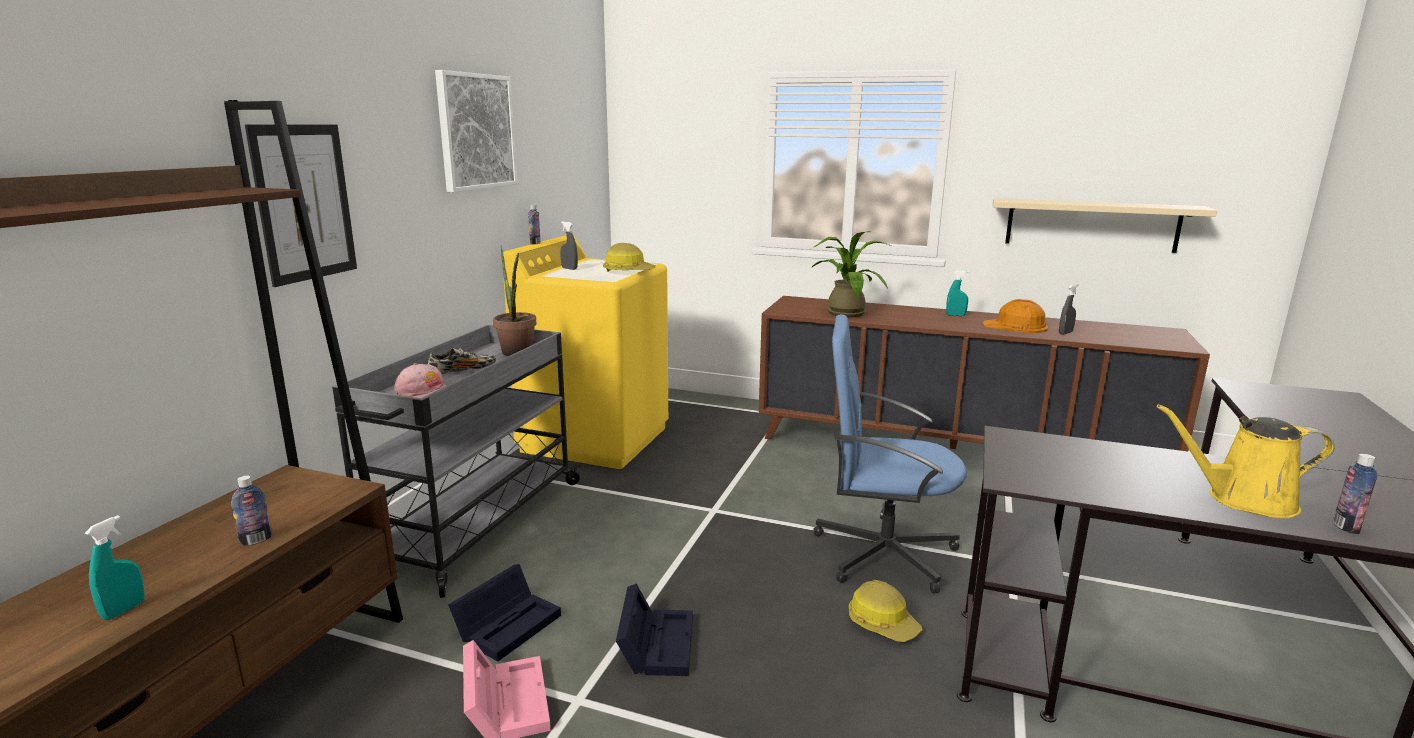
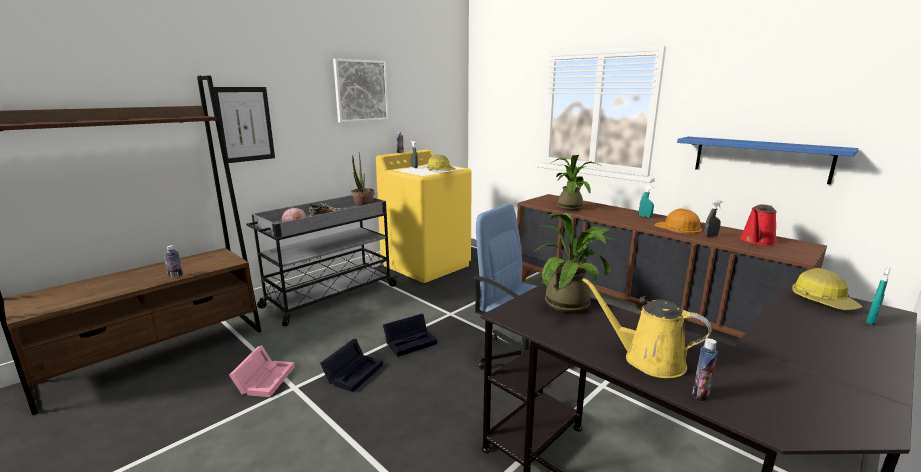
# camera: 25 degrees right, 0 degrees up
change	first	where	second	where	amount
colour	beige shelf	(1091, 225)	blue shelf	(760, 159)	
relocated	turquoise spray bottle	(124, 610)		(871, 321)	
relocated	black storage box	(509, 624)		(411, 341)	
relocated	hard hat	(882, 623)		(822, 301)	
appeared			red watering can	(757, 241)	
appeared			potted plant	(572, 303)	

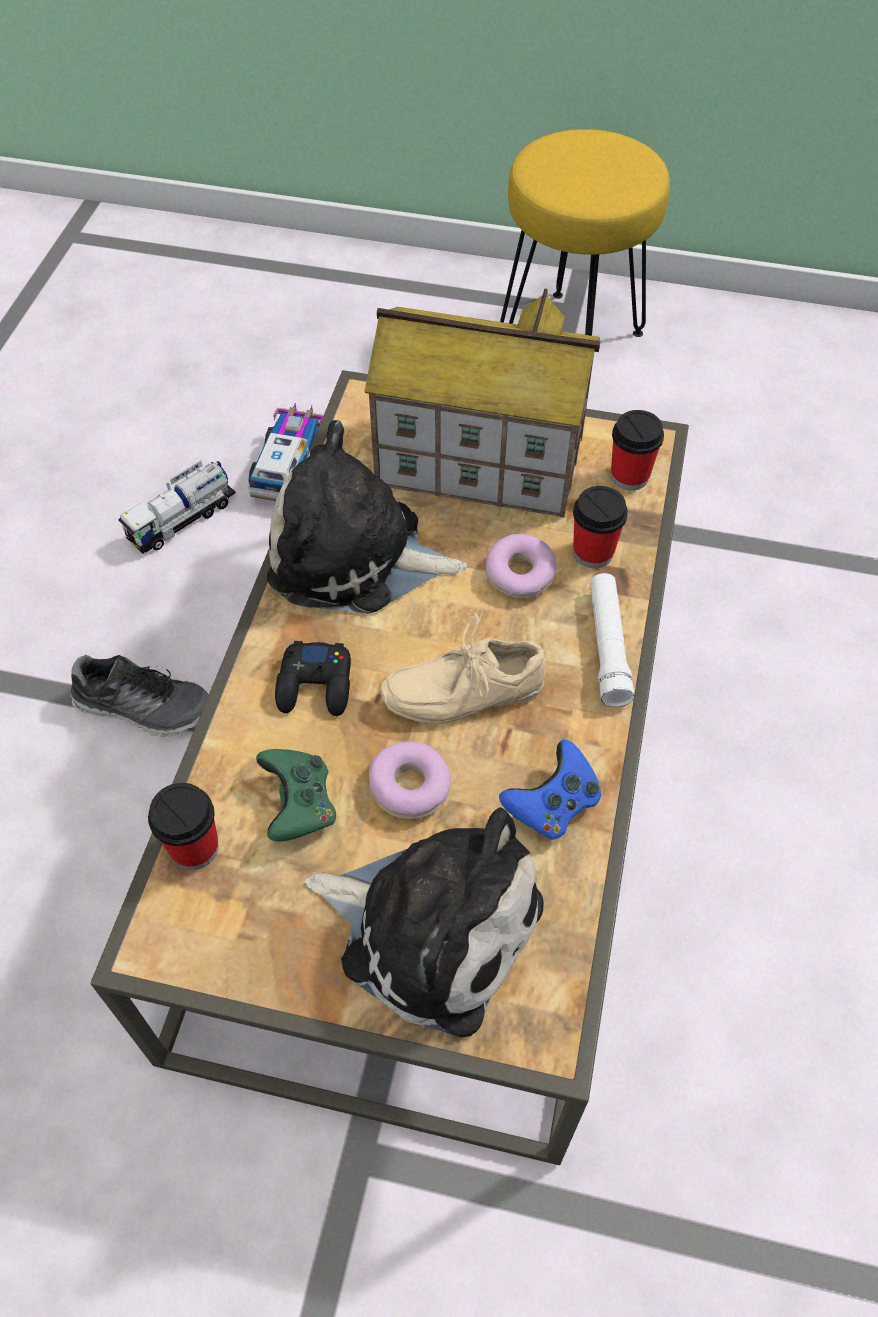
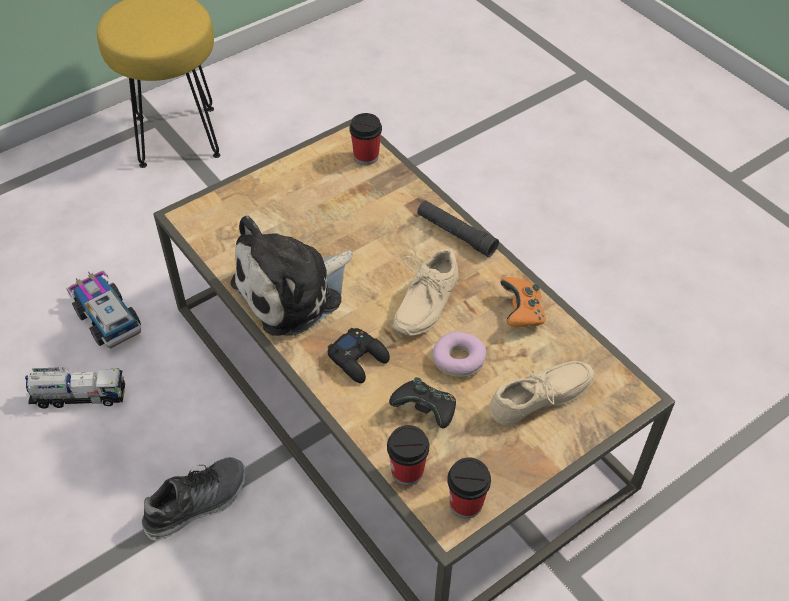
# camera: 50 degrees left, 5 degrees down
change	first	where	second	where	amount
missing	toy house	(478, 461)			
spun	toy truck	(182, 520)		(79, 397)	90 degrees counterclockwise
relocated	cup	(593, 552)		(466, 504)	
missing	donut	(519, 574)			
colour	white flashlight	(607, 646)	black flashlight	(456, 234)	
colour	blue game controller	(552, 805)	orange game controller	(521, 313)	
colour	green game controller	(299, 806)	black game controller	(425, 411)	
exchanged	plush toy	(431, 926)	beige shoe	(542, 401)	

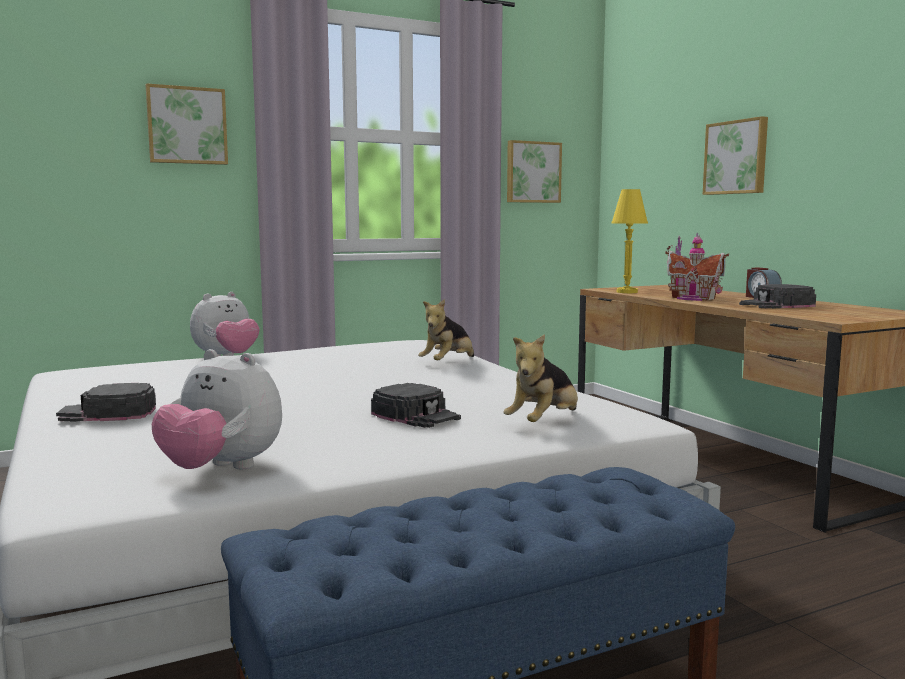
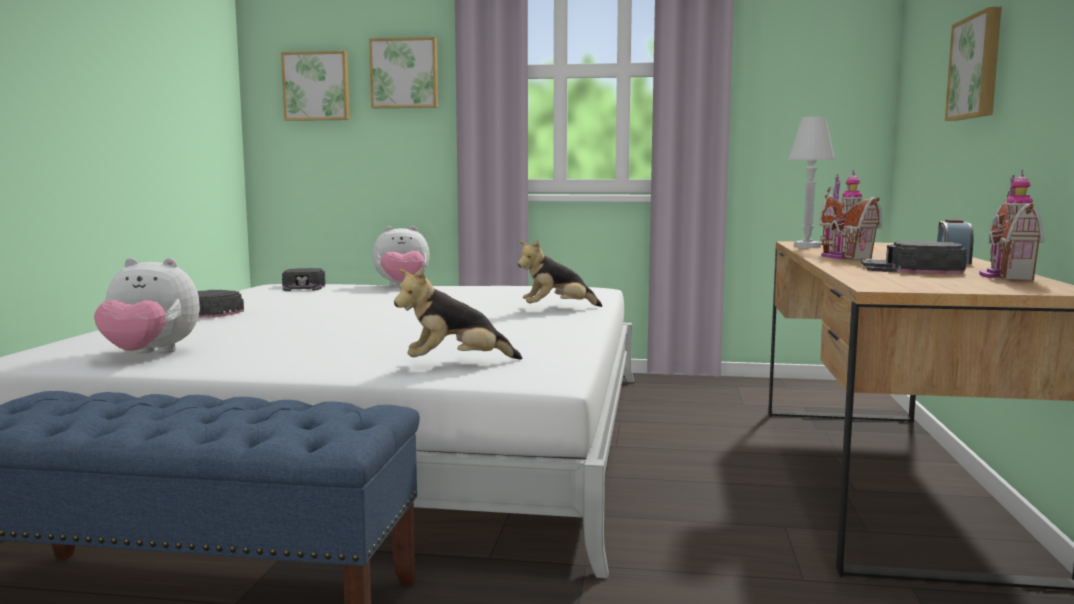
# camera: 35 degrees right, 0 degrees up
change	first	where	second	where	amount
relocated	picture	(532, 172)		(317, 86)	
colour	yellow table lamp	(627, 292)	white table lamp	(807, 246)	
spun	plush toy	(221, 469)		(150, 354)	60 degrees counterclockwise
relocated	black cap	(416, 415)		(304, 287)	
appeared			toy house	(1004, 276)	

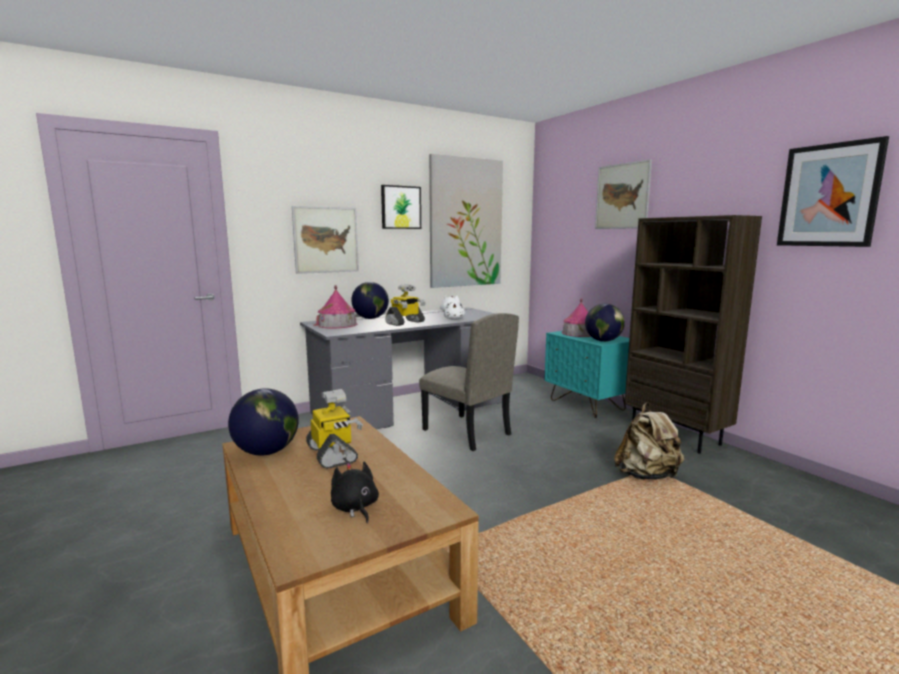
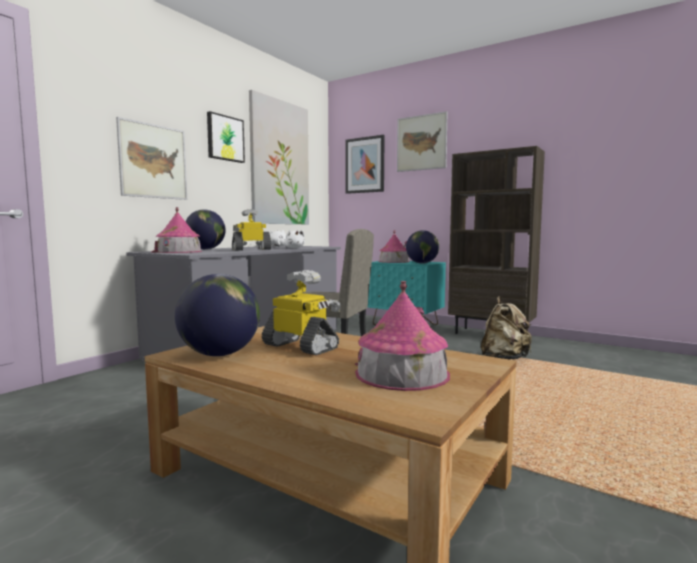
# camera: 25 degrees left, 5 degrees down
change	first	where	second	where	amount
relocated	picture	(829, 195)		(365, 165)	
spun	toy robot	(405, 323)		(251, 249)	135 degrees counterclockwise
exchanged	black plush toy	(355, 508)	toy house	(402, 373)	

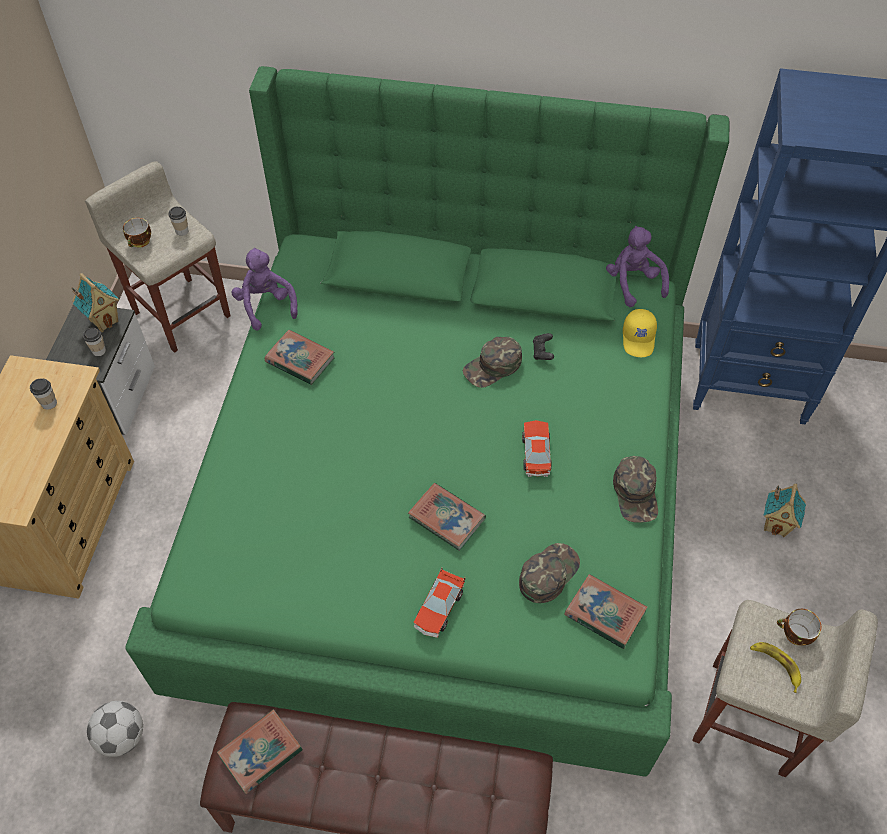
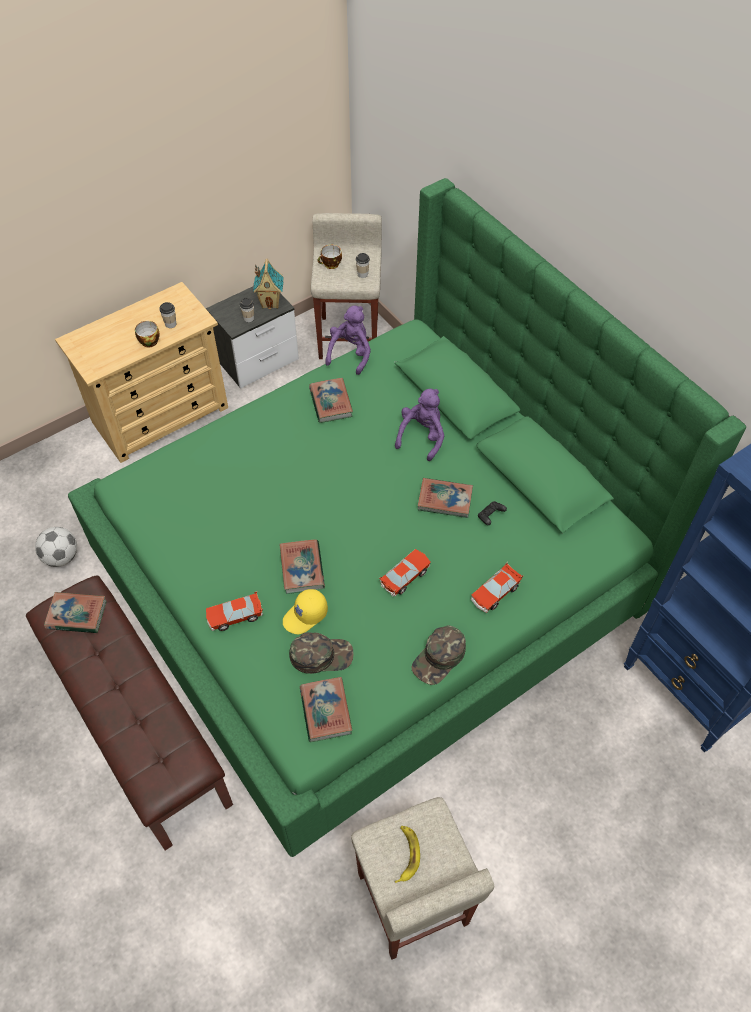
# camera: 45 degrees right, 0 degrees up
change	first	where	second	where	amount
relocated	purple plush toy	(633, 283)		(422, 436)	
relocated	yellow cap	(639, 339)		(305, 616)	
exchanged	green cap	(493, 367)	book	(445, 500)	
missing	toy house	(776, 525)			
relocated	cup	(794, 634)		(148, 341)	
appeared			toy car	(495, 593)	

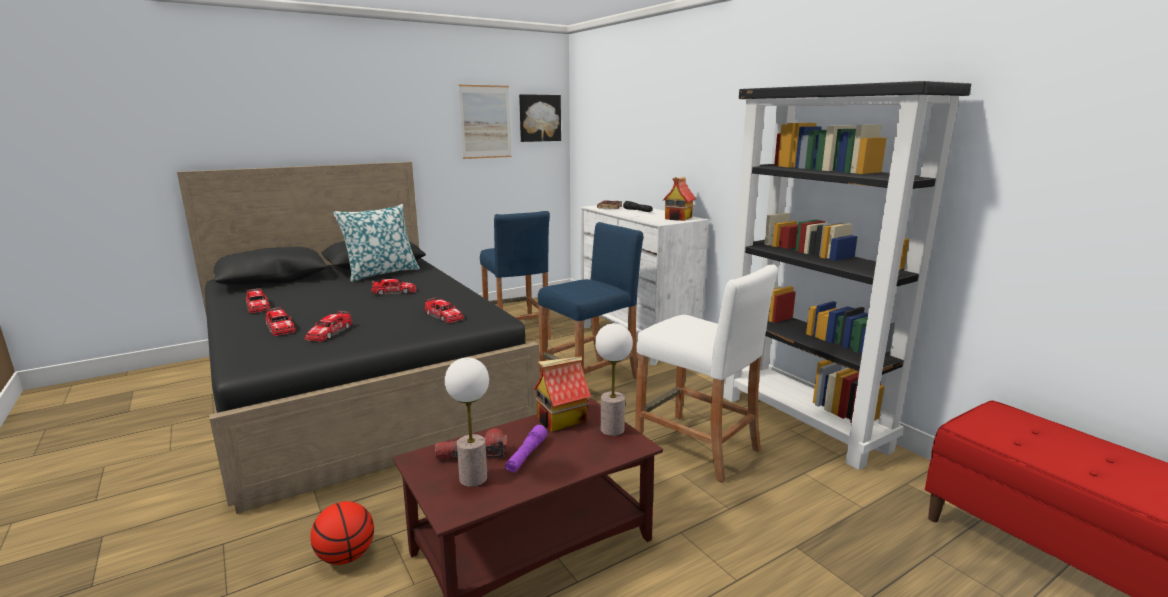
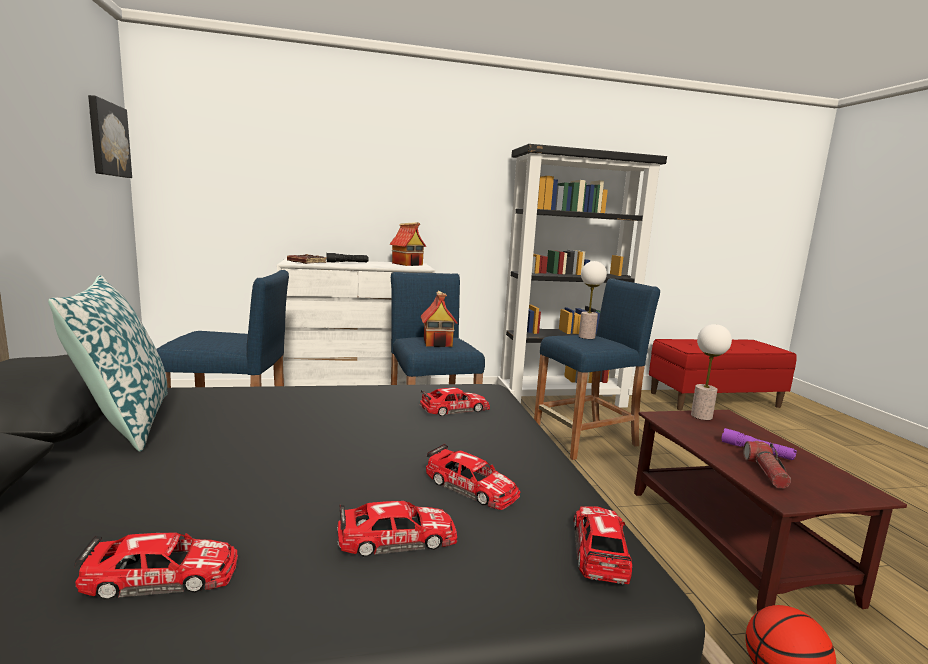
# camera: 70 degrees left, 5 degrees down
change	first	where	second	where	amount
missing	picture	(485, 122)			
colour	white stool	(697, 447)	blue stool	(585, 439)	
relocated	toy car	(394, 292)		(600, 549)	
relocated	toy house	(561, 420)		(438, 343)	
relocated	table lamp	(473, 478)		(586, 337)	

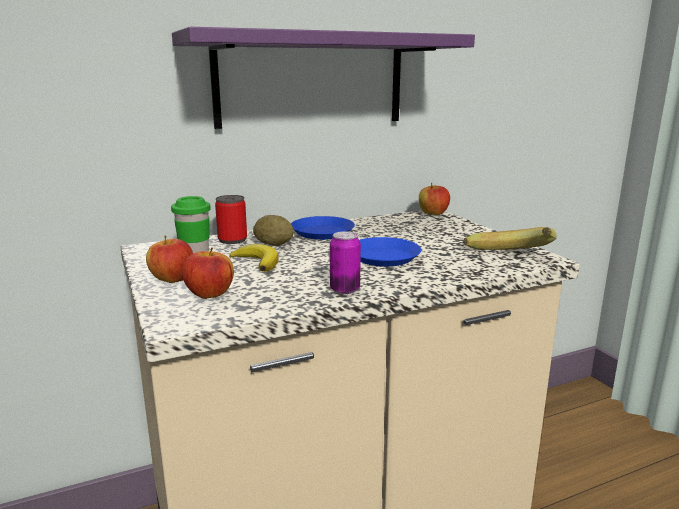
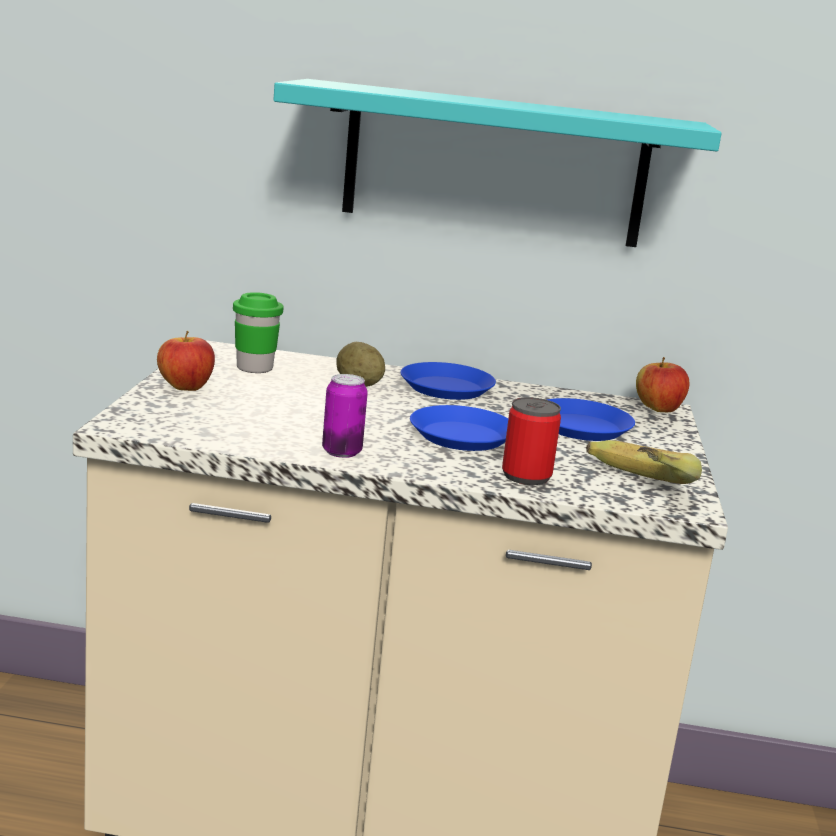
# camera: 30 degrees right, 0 degrees up
change	first	where	second	where	amount
colour	purple shelf	(311, 81)	turquoise shelf	(495, 165)	
relocated	can	(232, 240)		(526, 476)	
missing	banana	(257, 262)			
missing	apple	(209, 294)			
appeared			blue plate	(581, 427)	

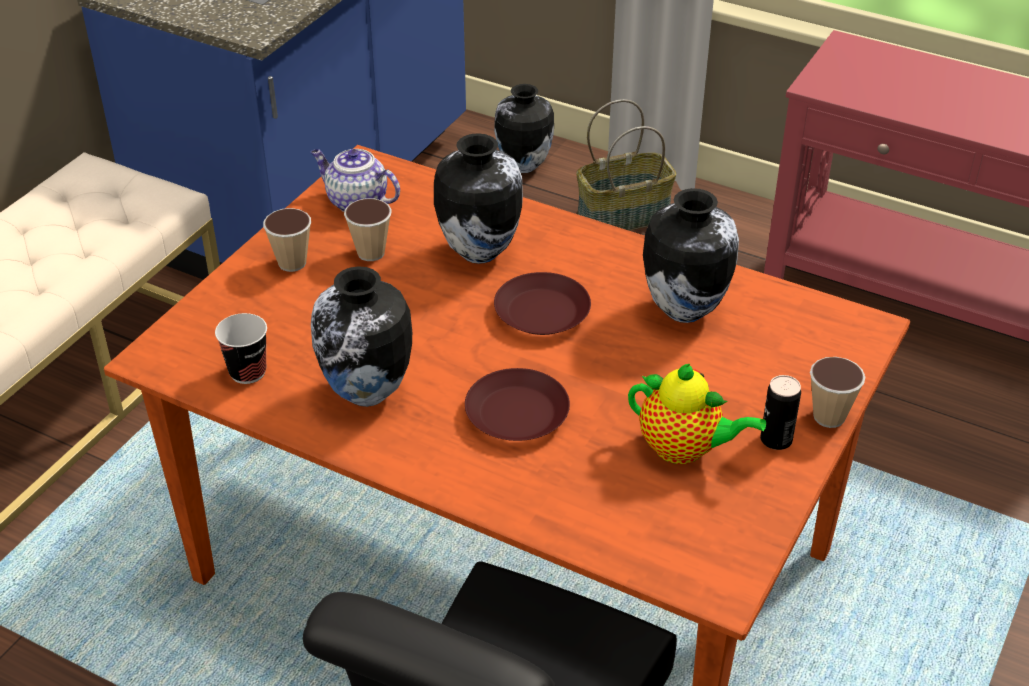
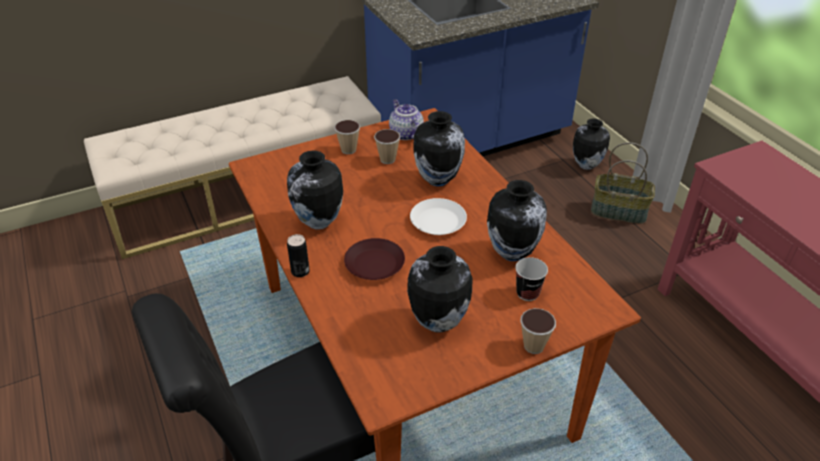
# camera: 35 degrees right, 0 degrees up
change	first	where	second	where	amount
colour	brown plate	(542, 313)	white plate	(437, 222)	
relocated	cup	(248, 372)		(527, 293)	
exchanged	teapot	(684, 449)	vase	(437, 322)	
relocated	can	(776, 439)		(300, 271)	

